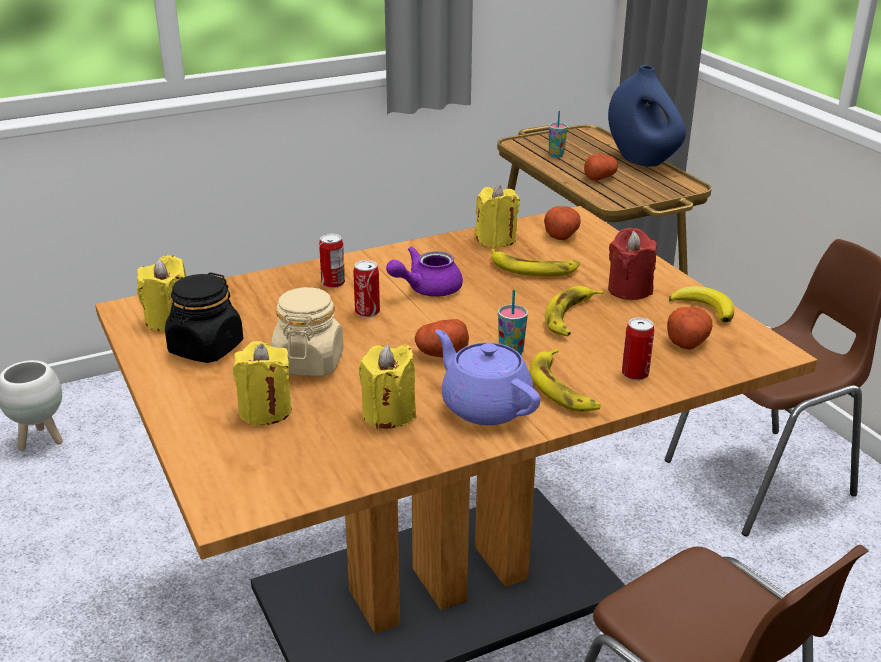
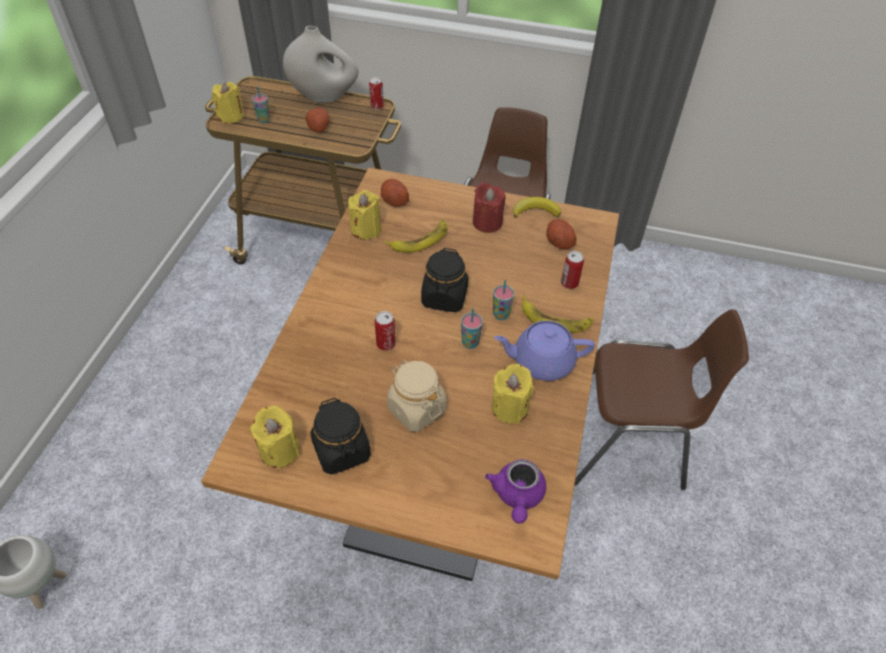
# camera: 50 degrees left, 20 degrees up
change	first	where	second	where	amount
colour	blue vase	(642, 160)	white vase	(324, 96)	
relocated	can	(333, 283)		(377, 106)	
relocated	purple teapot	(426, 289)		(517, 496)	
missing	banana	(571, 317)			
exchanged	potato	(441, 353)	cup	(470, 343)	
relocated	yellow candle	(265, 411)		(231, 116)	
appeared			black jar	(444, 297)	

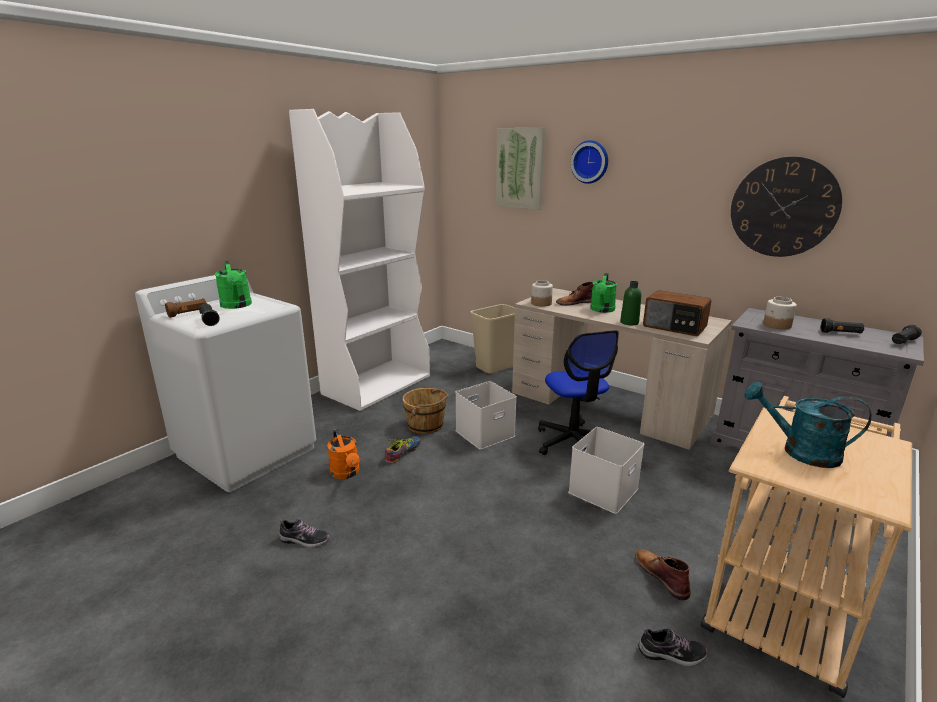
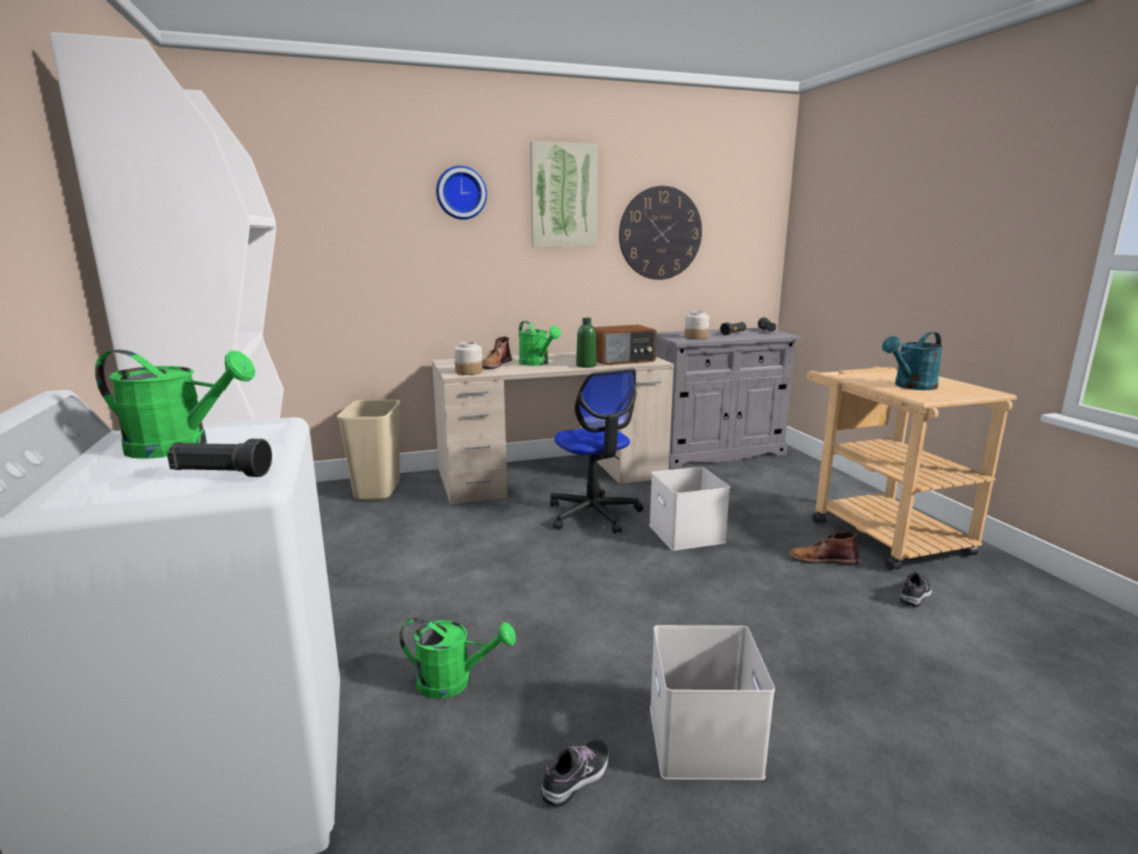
# camera: 55 degrees left, 5 degrees down
change	first	where	second	where	amount
relocated	picture	(520, 168)		(563, 196)	
missing	brown flashlight	(188, 314)			
spun	office chair	(574, 442)		(593, 514)	45 degrees clockwise
relocated	white storage box	(485, 432)		(701, 738)	
missing	brown bucket	(426, 425)			
colour	orange watering can	(346, 473)	green watering can	(454, 682)	
missing	shoe	(402, 452)			

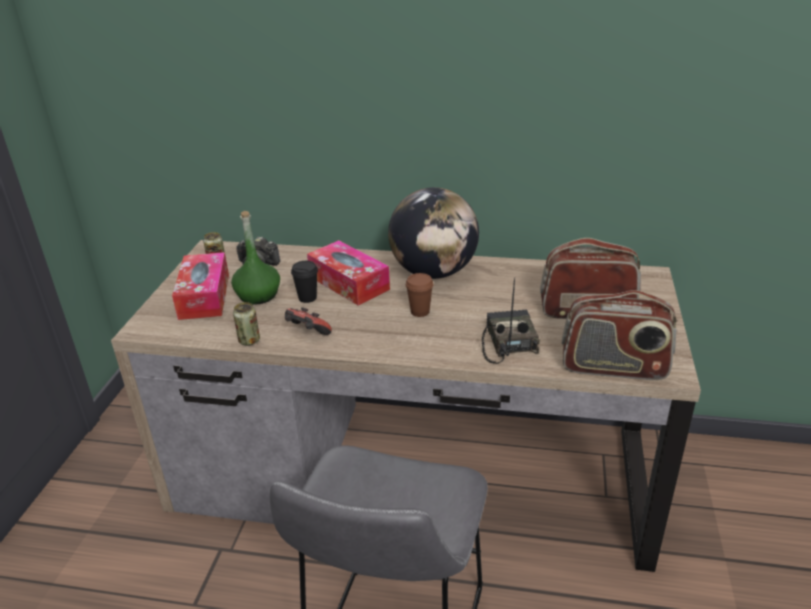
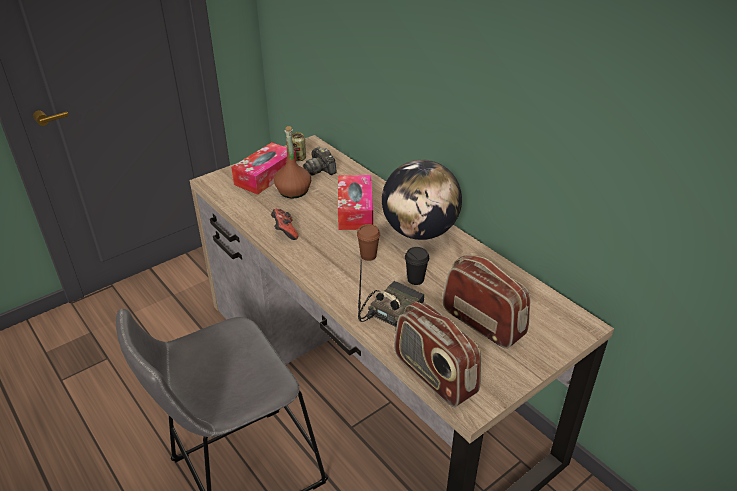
# camera: 40 degrees right, 5 degrees up
change	first	where	second	where	amount
colour	green bottle	(258, 295)	brown bottle	(293, 191)	
relocated	black cup	(307, 298)		(415, 279)	
missing	can	(249, 340)			

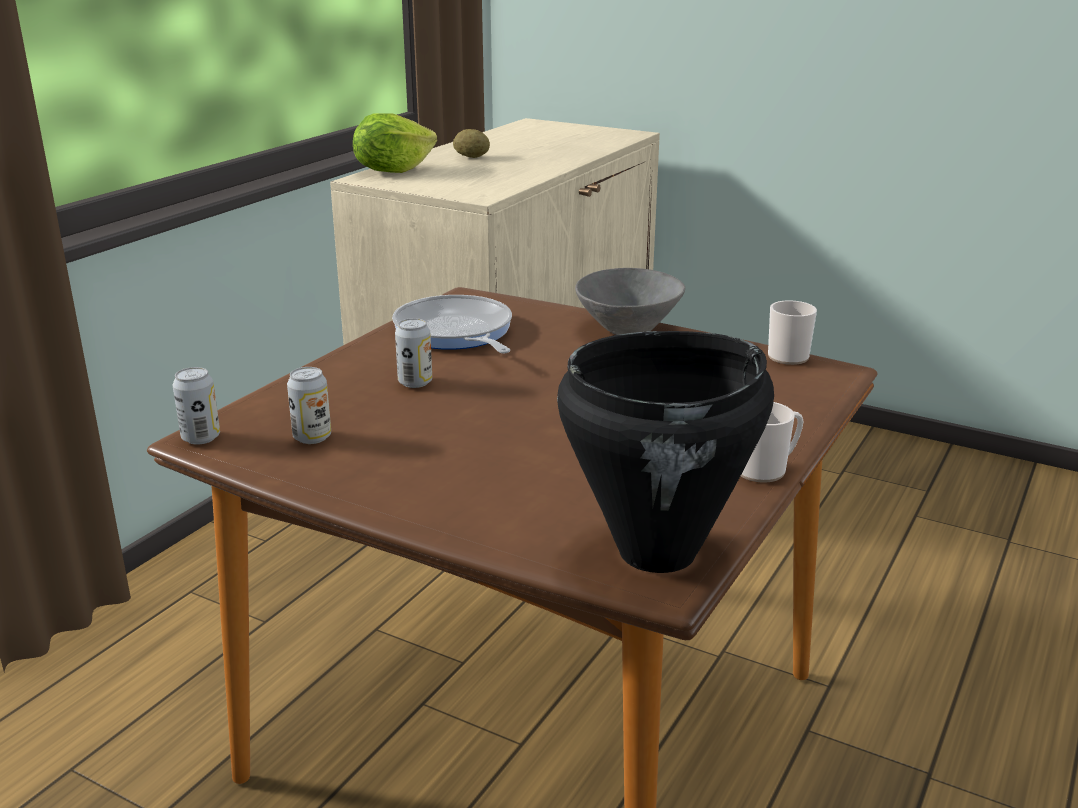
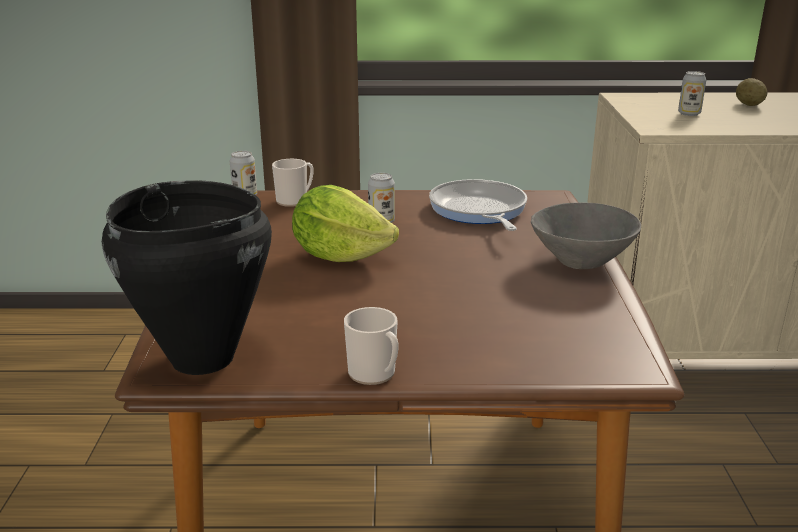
# camera: 60 degrees right, 0 degrees up
change	first	where	second	where	amount
relocated	lettuce	(392, 171)		(340, 255)	
spun	frying pan	(455, 333)		(478, 211)	45 degrees counterclockwise
relocated	mug	(787, 355)		(295, 200)	
relocated	can	(312, 437)		(689, 114)	

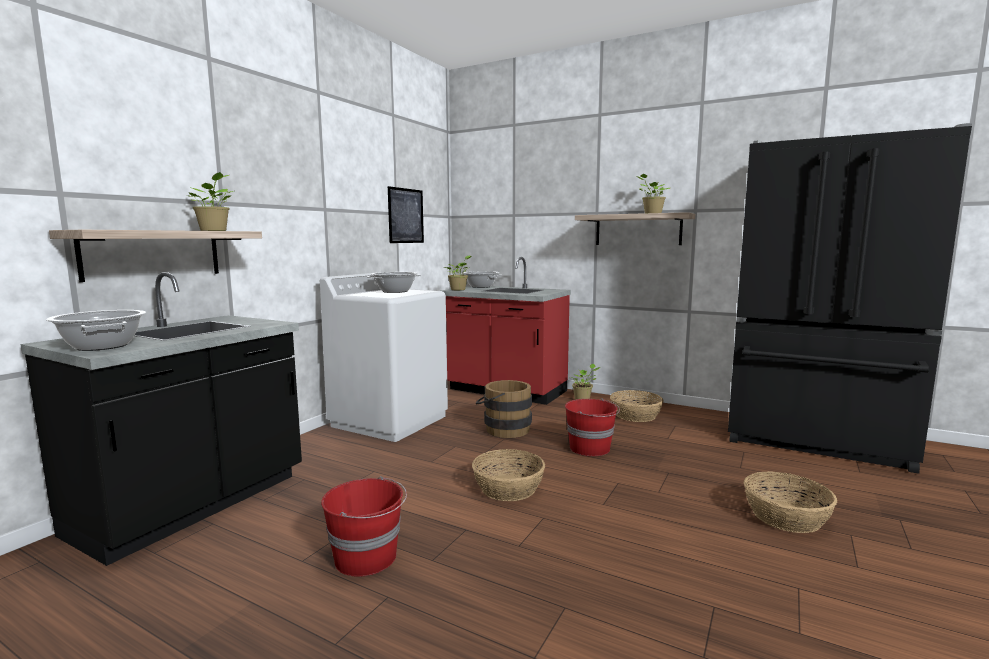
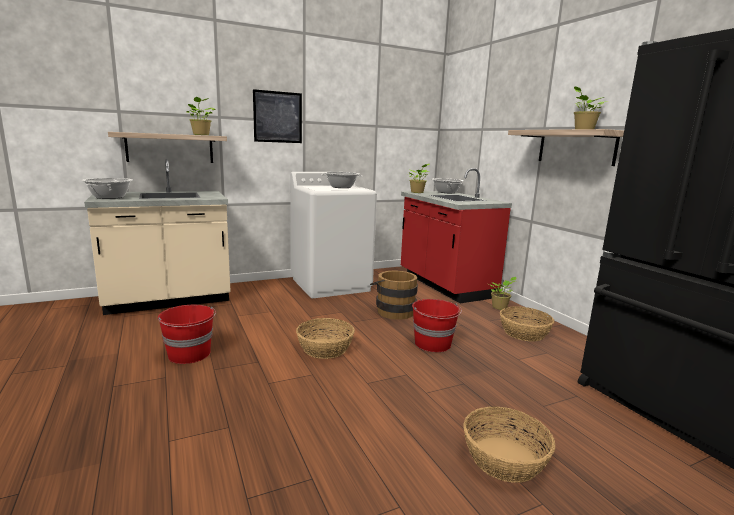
# camera: 35 degrees right, 5 degrees up
change	first	where	second	where	amount
relocated	picture	(406, 216)		(277, 117)	
colour	black counter	(193, 506)	beige counter	(169, 300)	

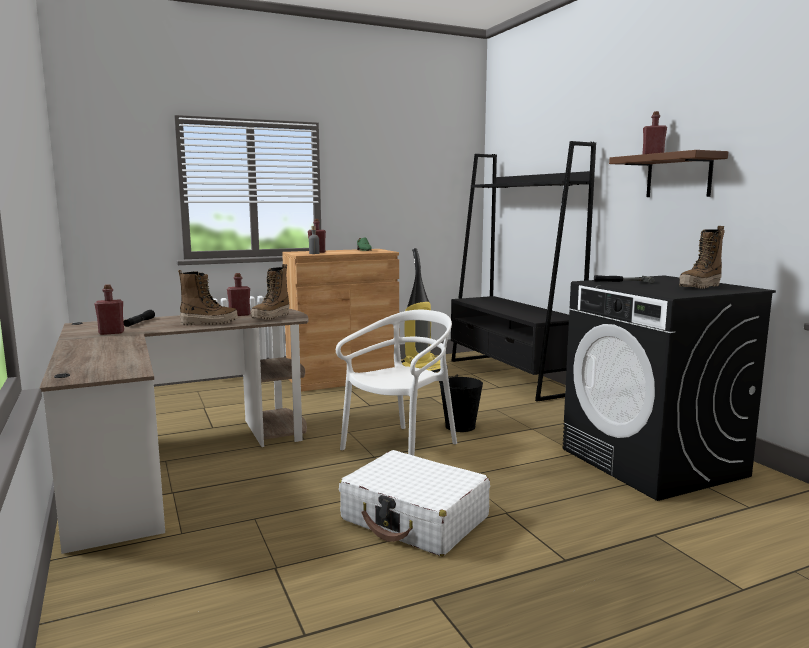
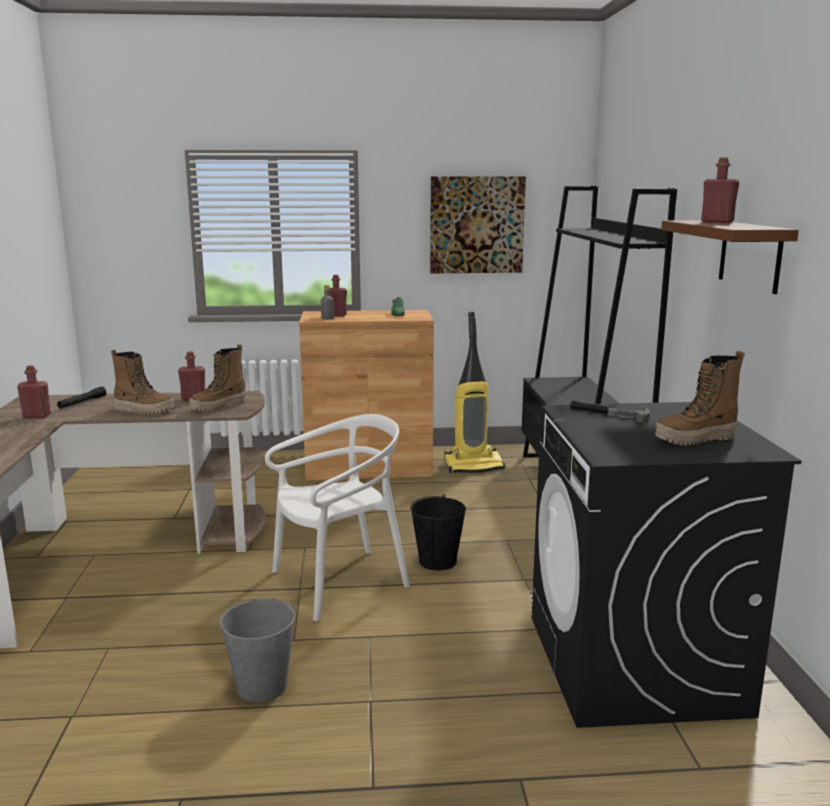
# camera: 20 degrees right, 5 degrees up
change	first	where	second	where	amount
exchanged	white suitcase	(415, 519)	grey bucket	(262, 686)	
appeared			picture	(476, 225)	

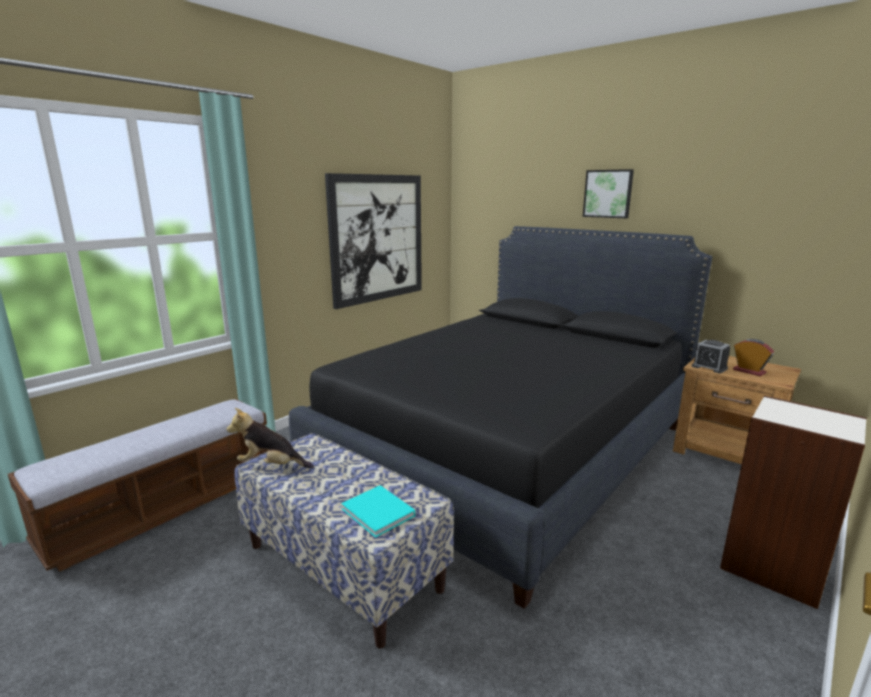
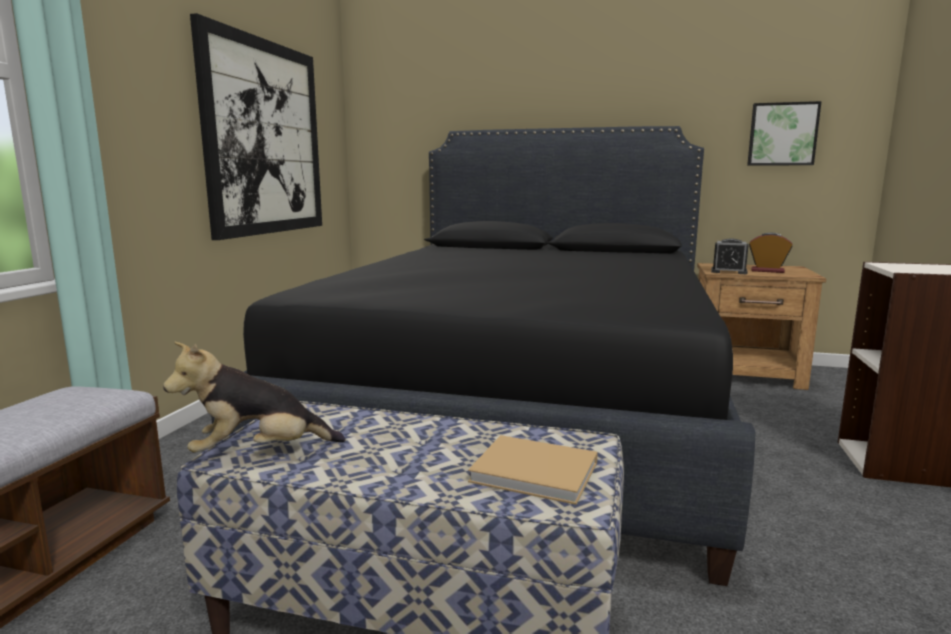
# camera: 25 degrees left, 5 degrees down
change	first	where	second	where	amount
relocated	picture	(608, 193)		(782, 134)	
colour	turquoise book	(379, 513)	beige book	(538, 473)	

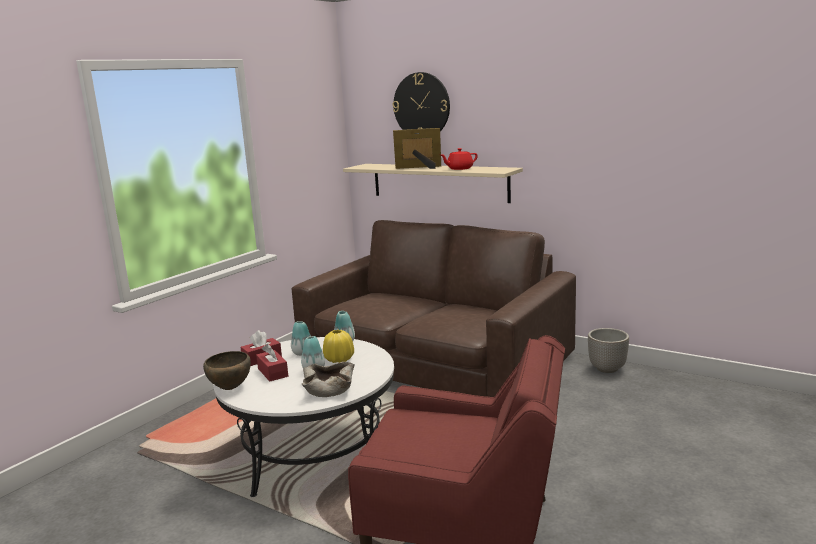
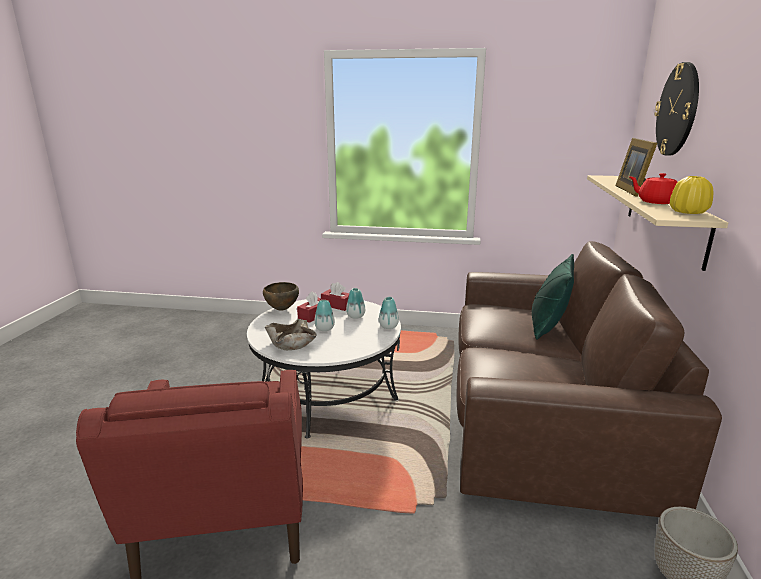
# camera: 65 degrees right, 5 degrees up
change	first	where	second	where	amount
spun	picture frame	(420, 168)		(633, 191)	150 degrees counterclockwise
relocated	yellow vase	(339, 359)		(688, 212)	
appeared			green pillow	(547, 327)	

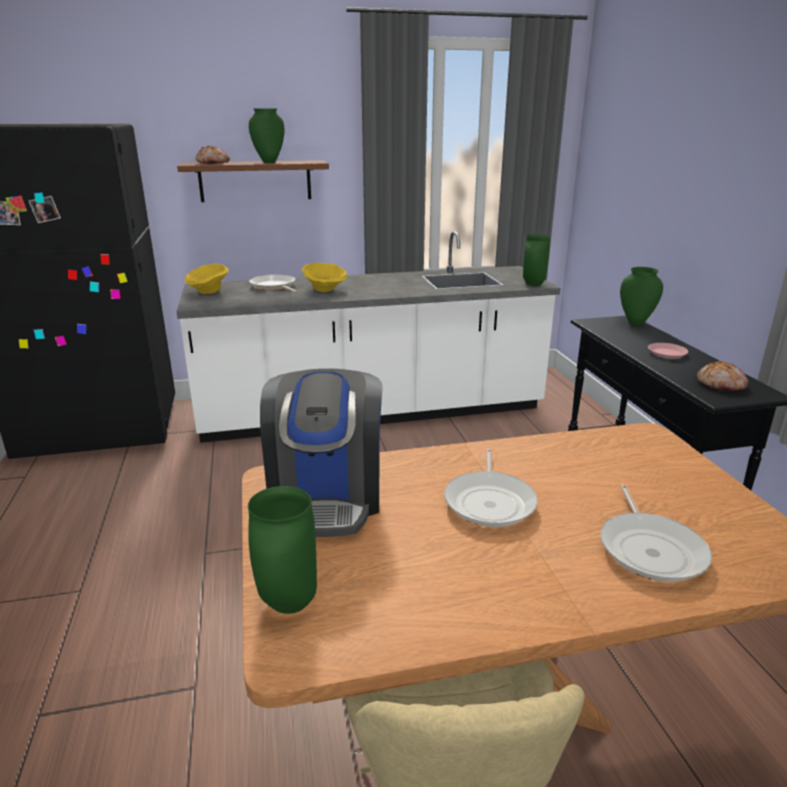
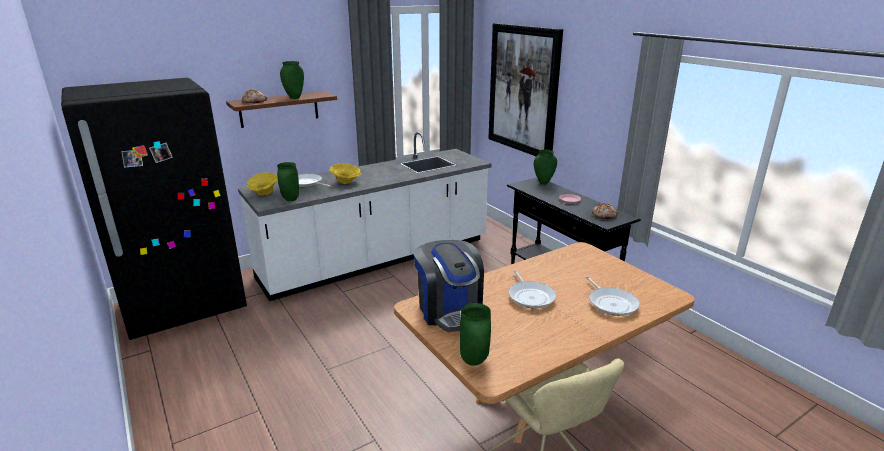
# camera: 20 degrees left, 0 degrees up
change	first	where	second	where	amount
relocated	green vase	(533, 284)		(290, 199)	
appeared			picture	(523, 90)	

